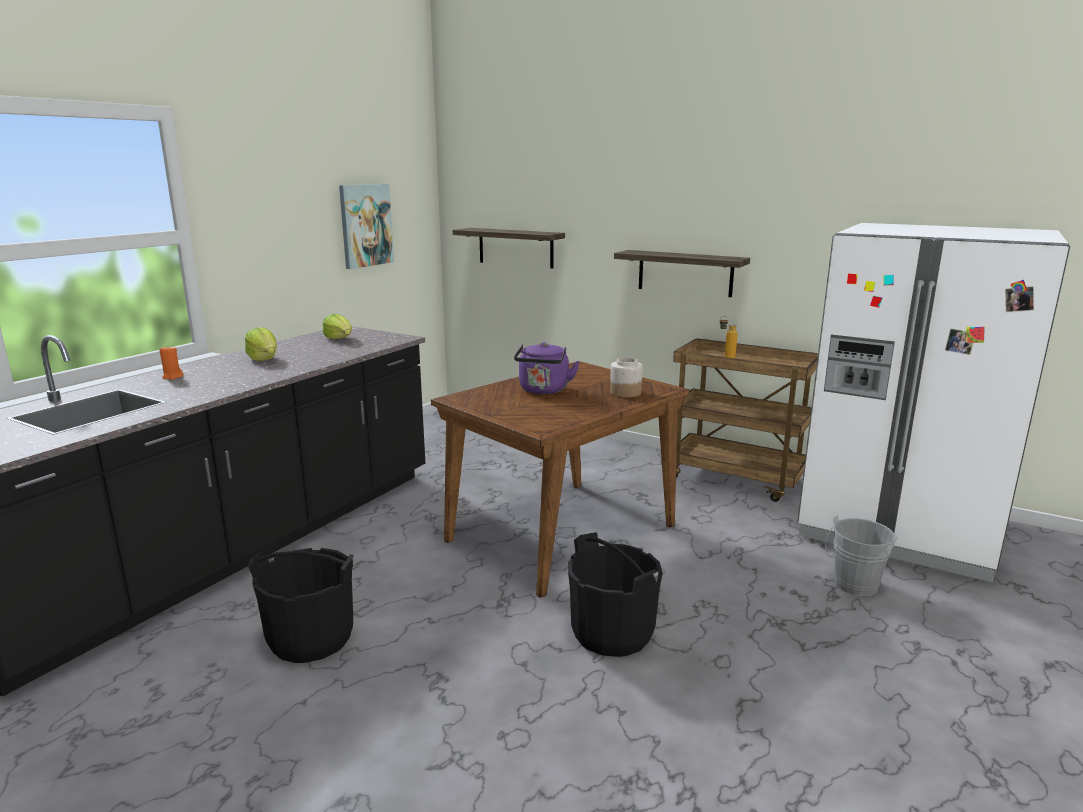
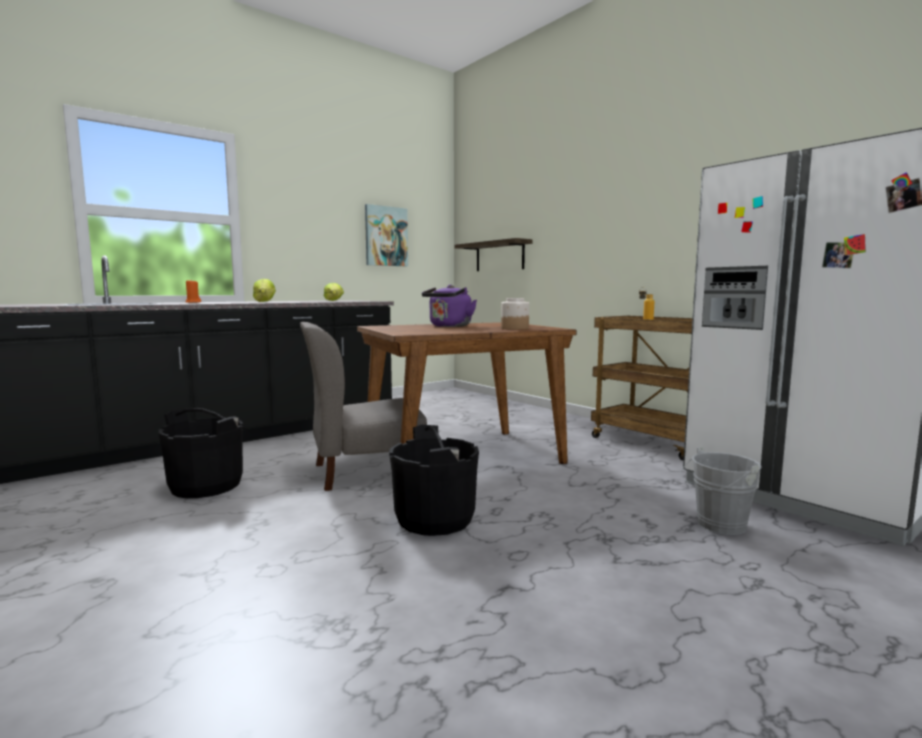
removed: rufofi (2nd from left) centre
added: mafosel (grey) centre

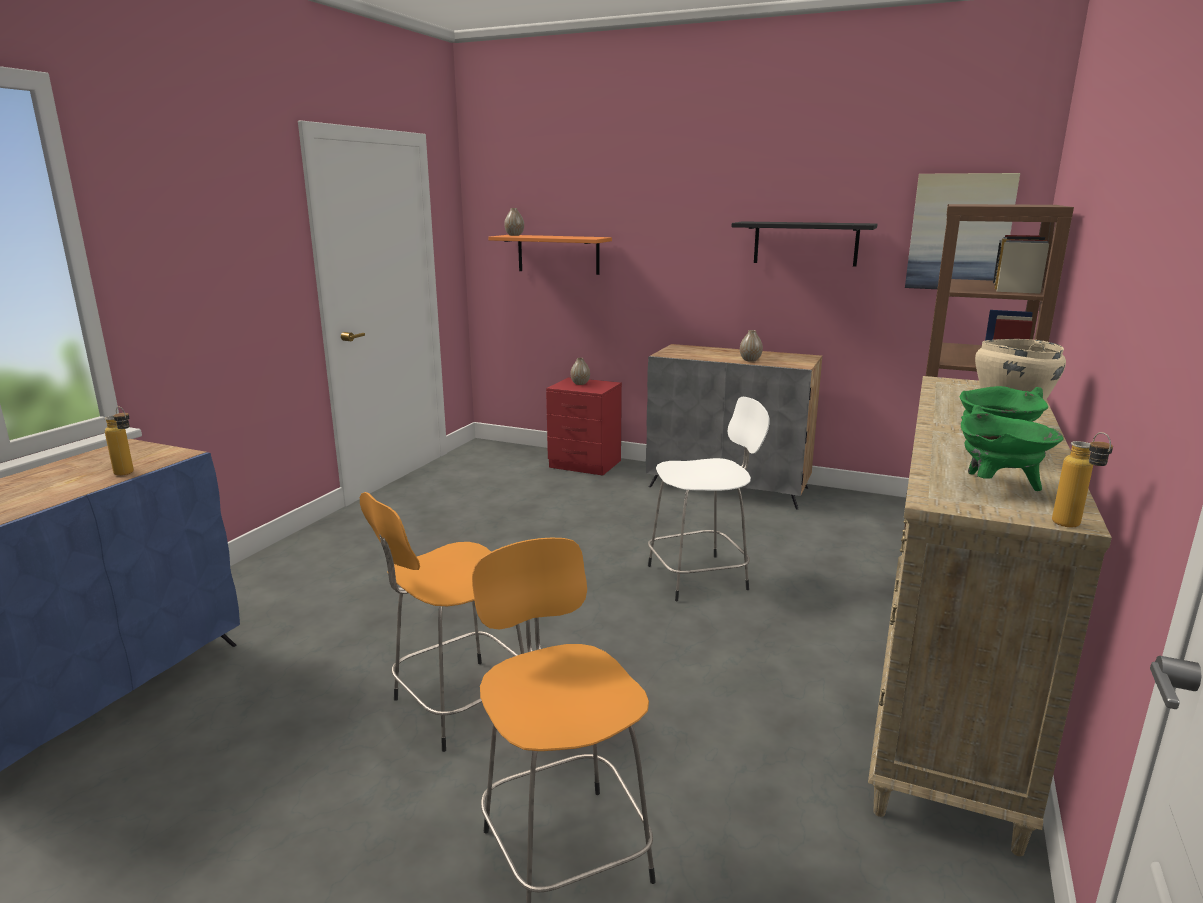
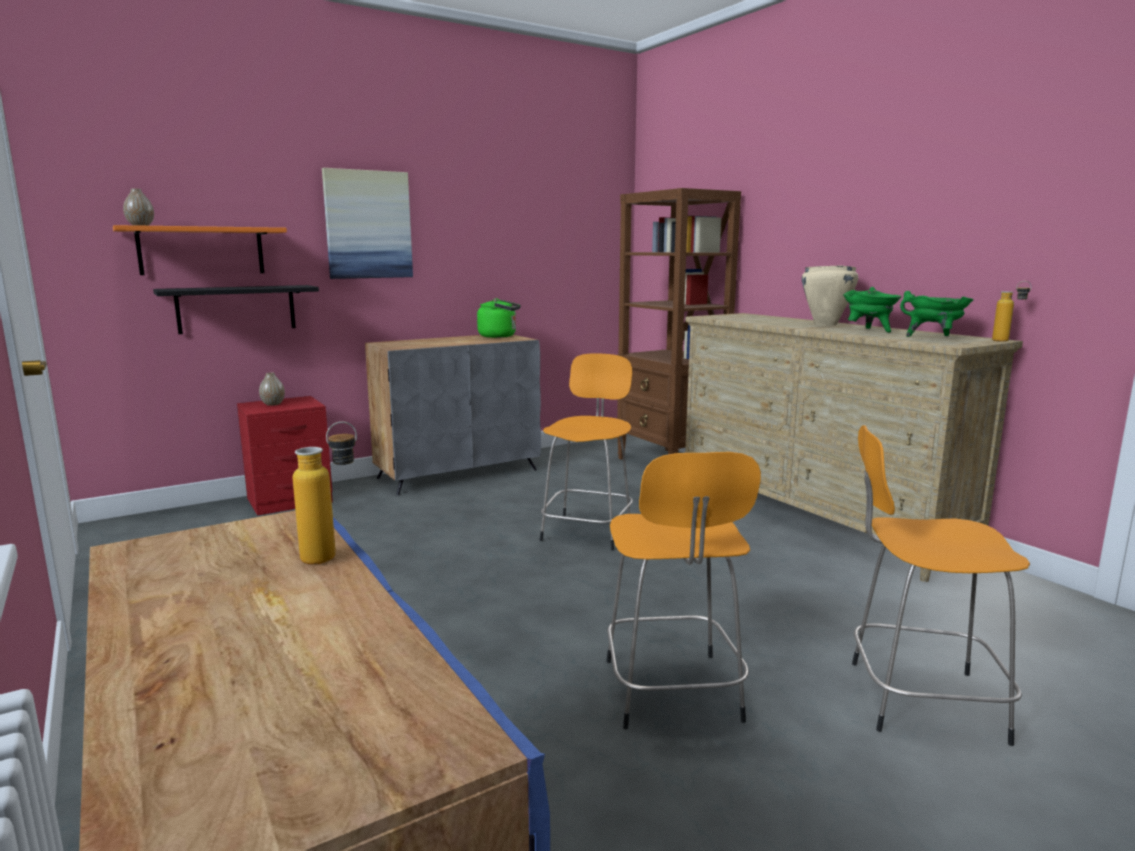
removed: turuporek (3rd from left) centre
added: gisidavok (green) centre
moved: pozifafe top right to top left; rufofi (black) top right to middle left
recoloured: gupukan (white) centre to gupukan (orange) (1st from left) centre

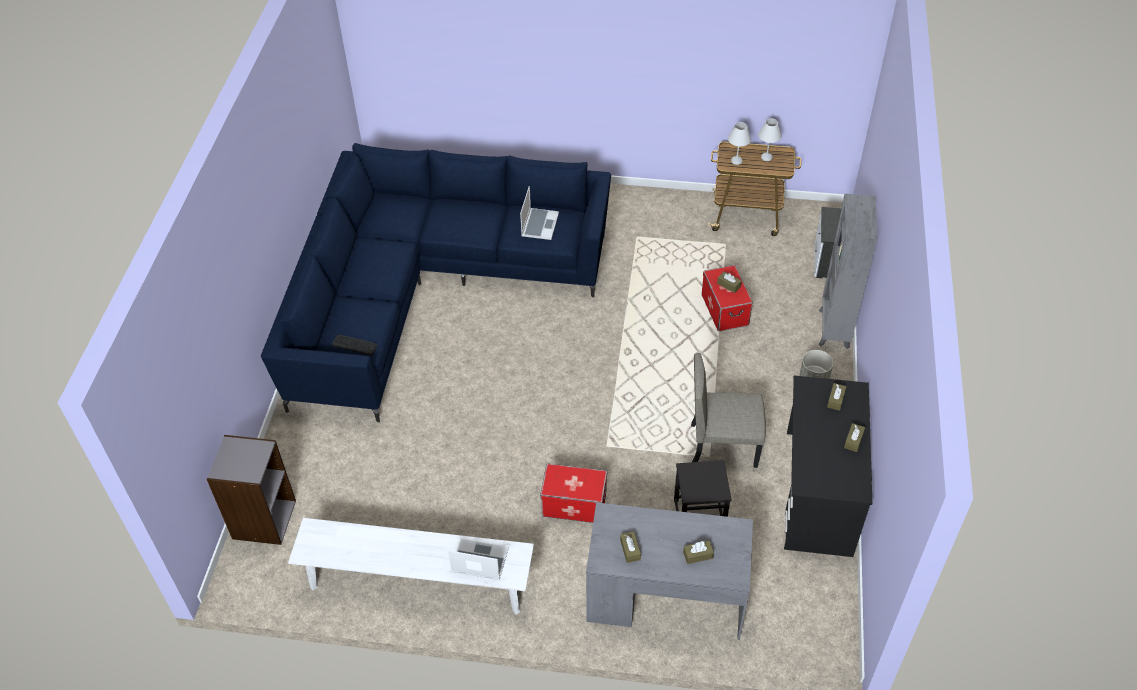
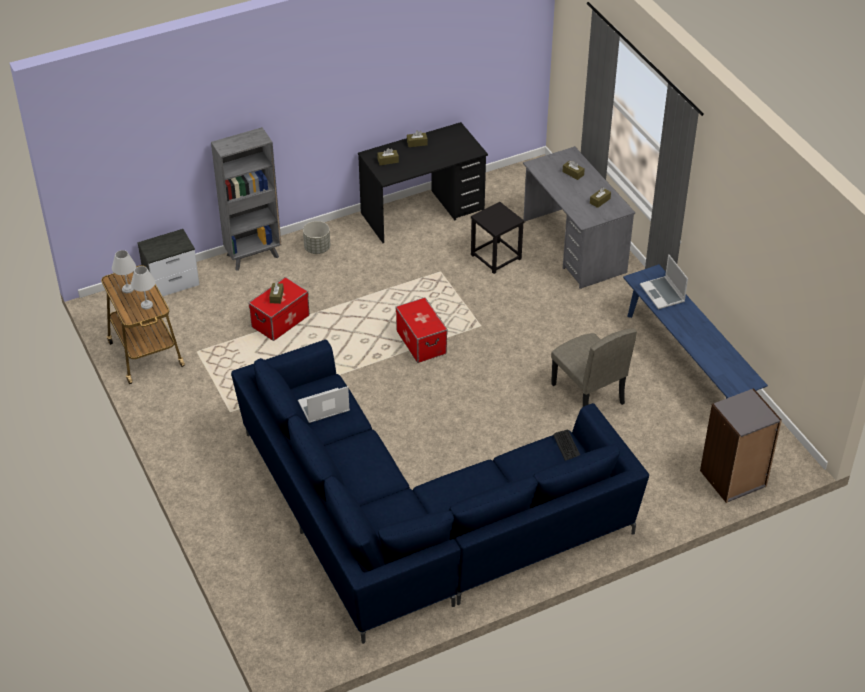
moved: mafosel (beige) centre to middle right; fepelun (1st from left in the first image) bottom centre to fepelun (2nd from left) centre
recoloured: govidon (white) bottom centre to govidon (blue) middle right

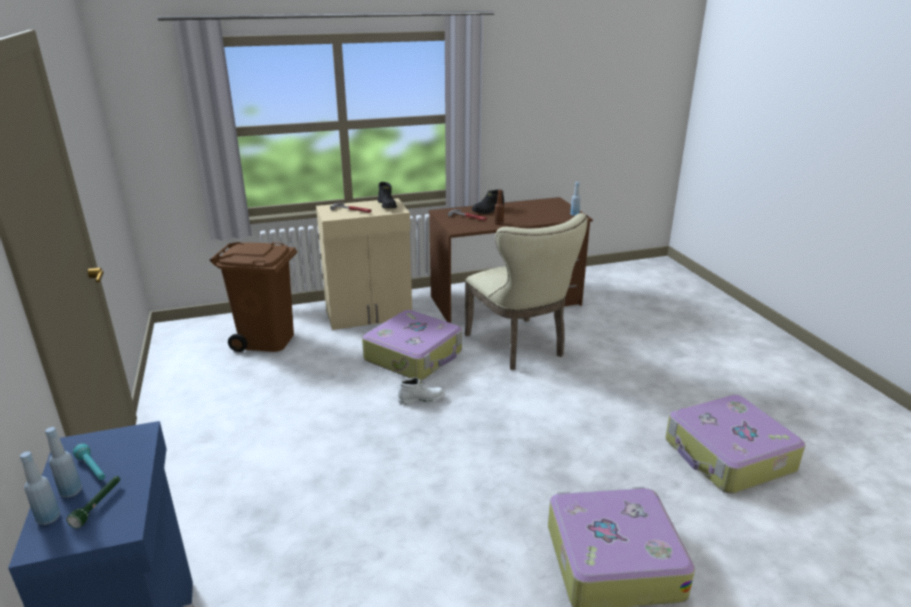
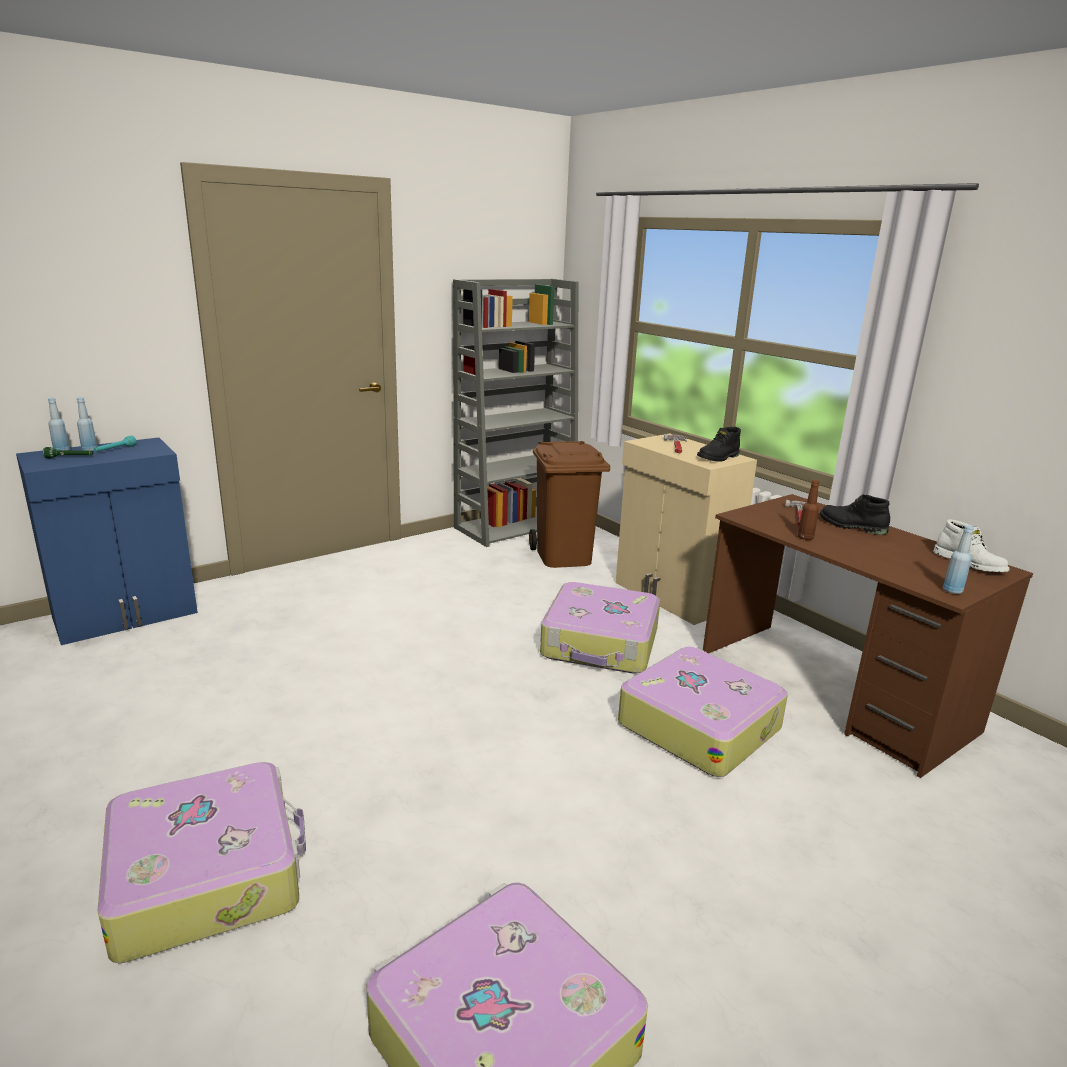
added: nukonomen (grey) centre
moved: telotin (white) centre to middle right
replaced: mafosel (beige) centre to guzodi (4th from left) bottom centre

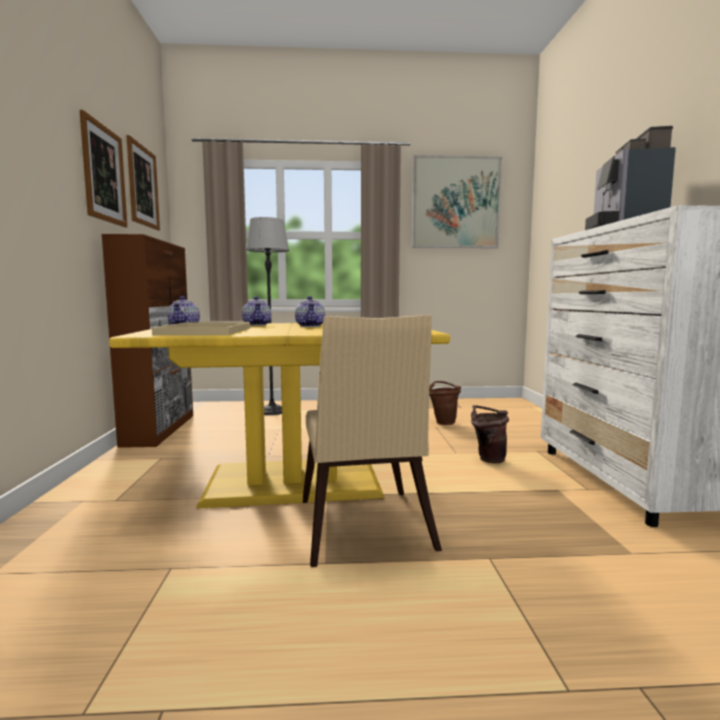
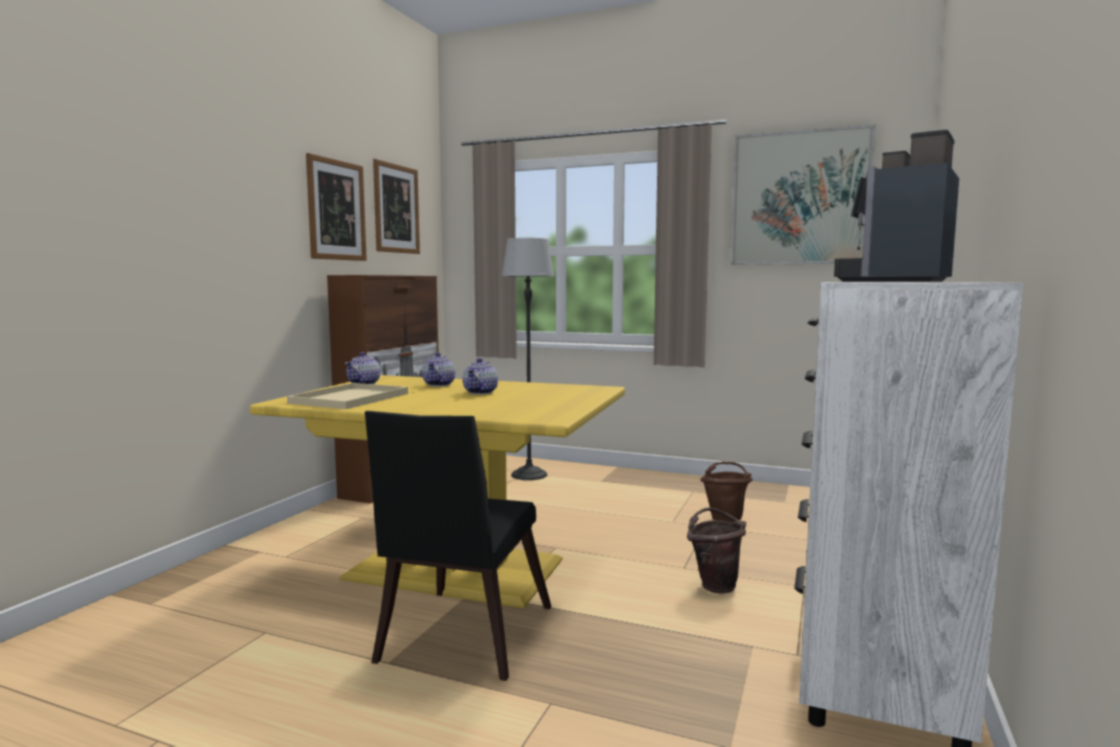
recoloured: mafosel (beige) centre to mafosel (black) bottom centre

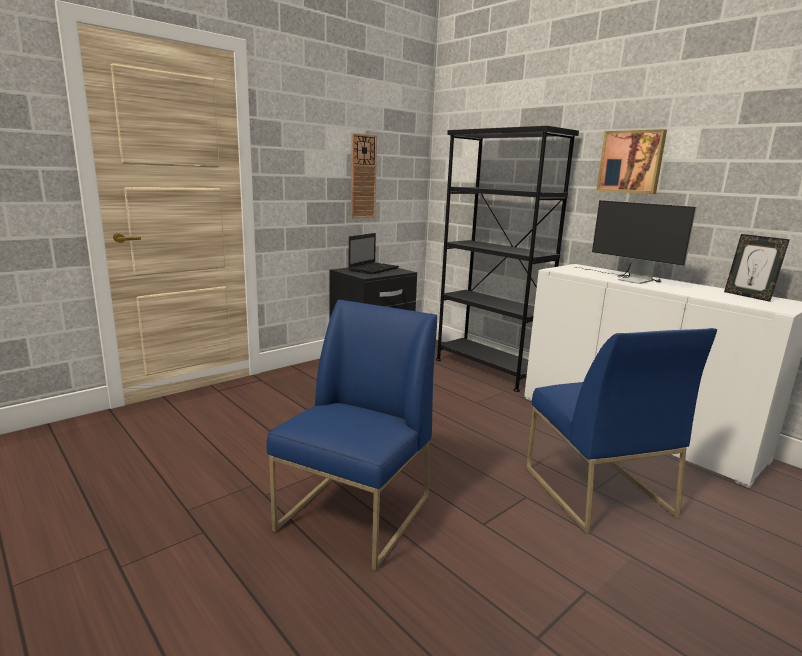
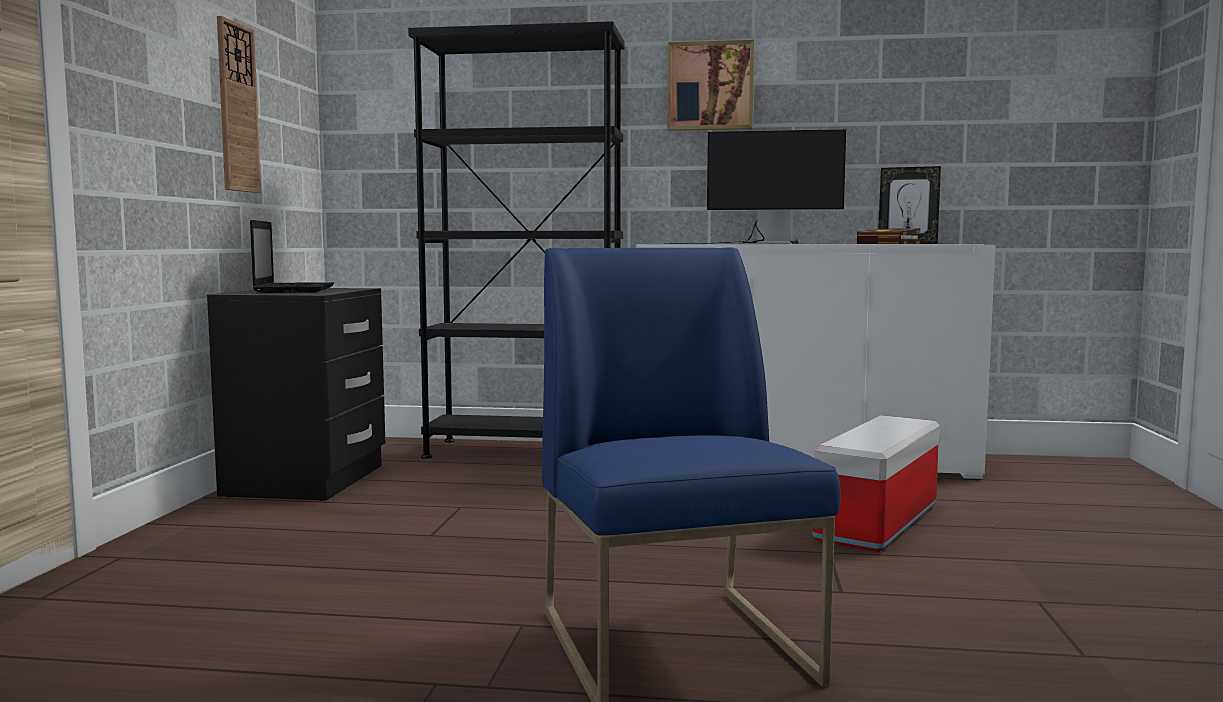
added: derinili middle right
replaced: mafosel (blue) (2nd from left) middle right to fepelun bottom right

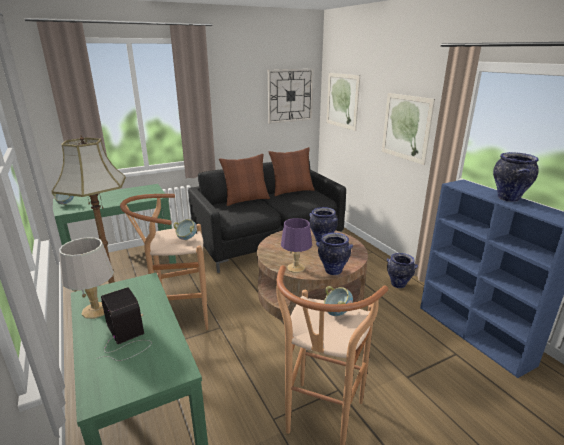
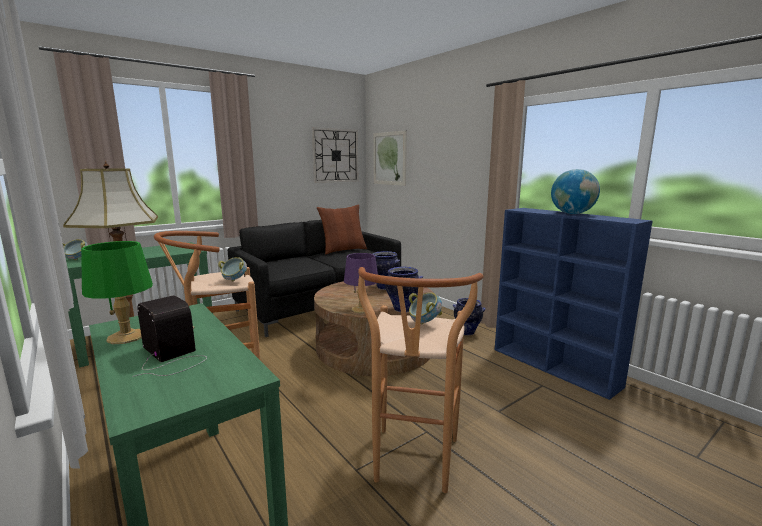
removed: pozifafe (2nd from left) top right; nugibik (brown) (1st from left) centre
replaced: turuporek (4th from left) middle right to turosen middle right
recoloured: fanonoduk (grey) middle left to fanonoduk (green) middle left

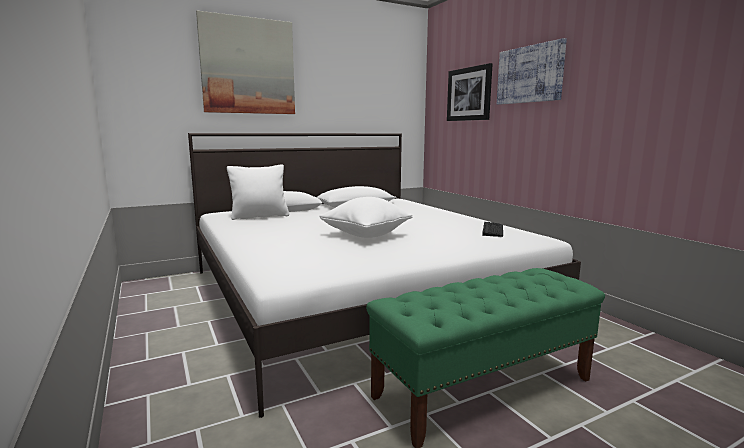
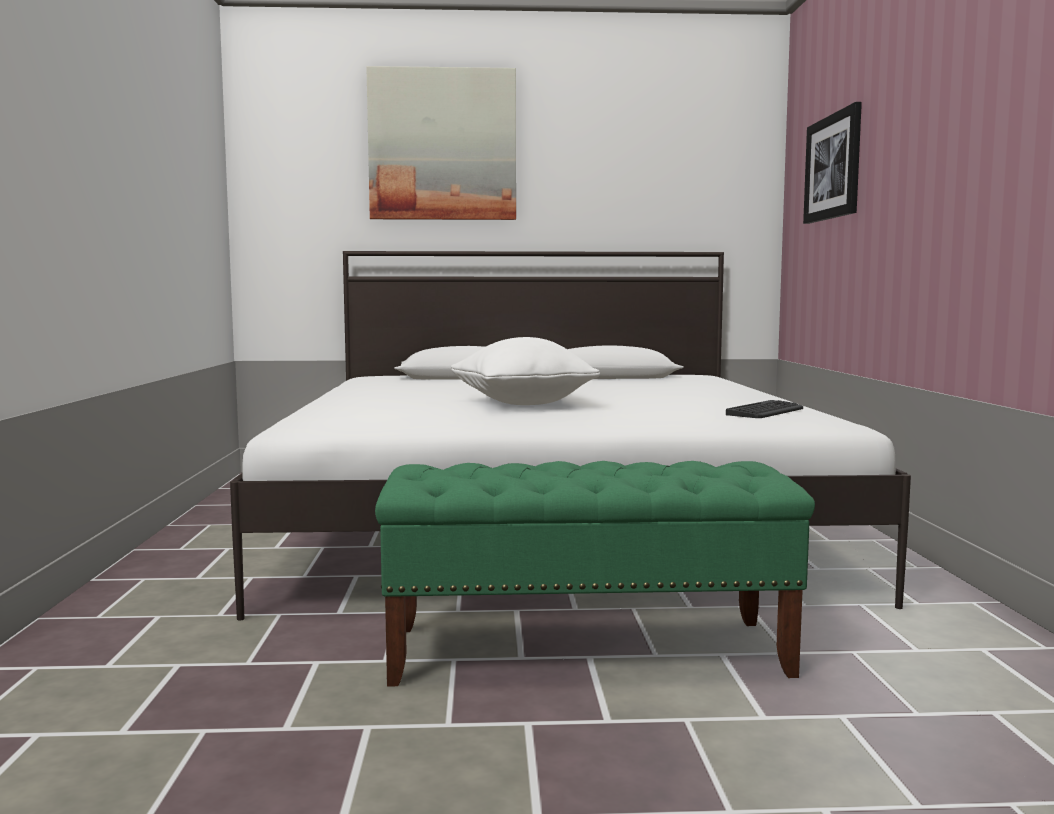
removed: pozifafe (3rd from left) top right; nugibik (white) (1st from left) centre

